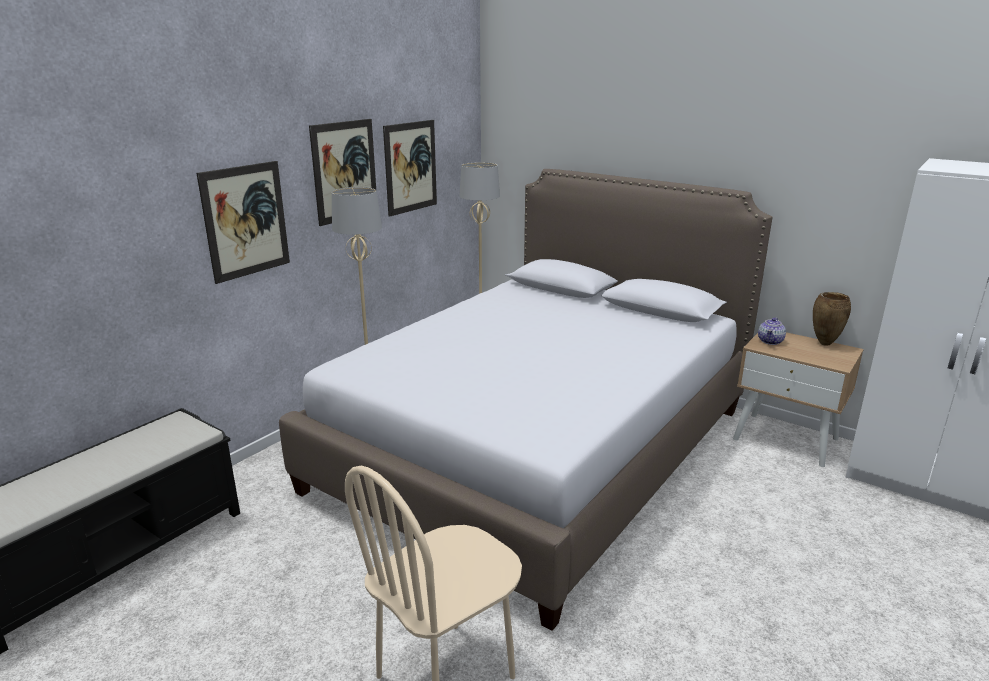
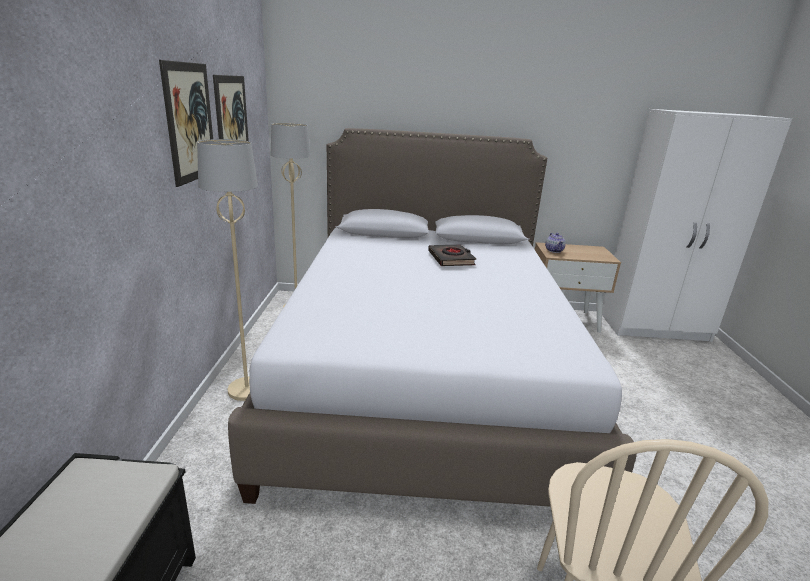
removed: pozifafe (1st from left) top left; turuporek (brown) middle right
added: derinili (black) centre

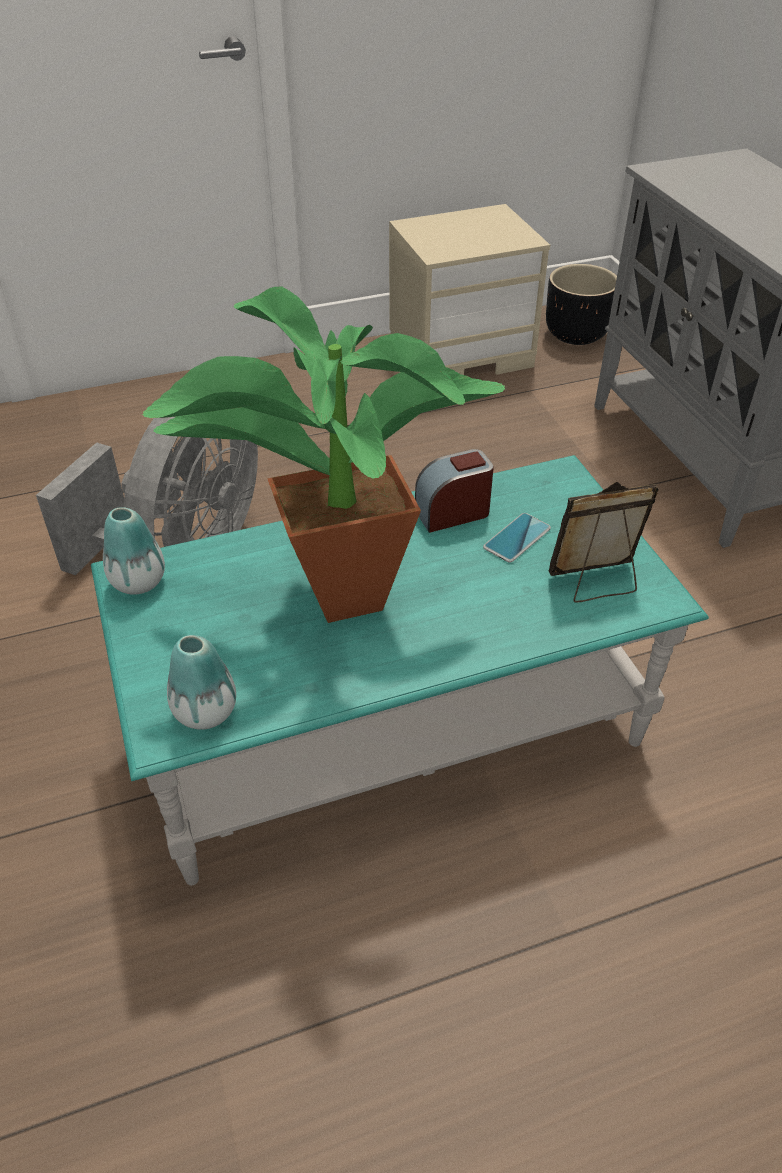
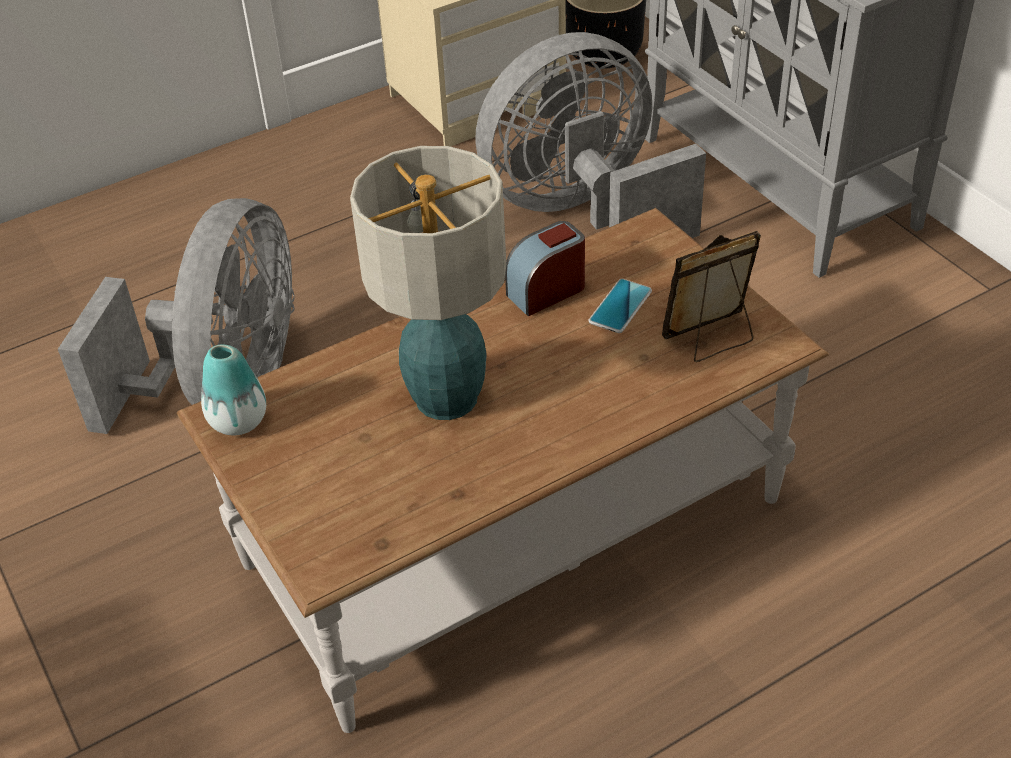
removed: turuporek (2nd from left) middle left
added: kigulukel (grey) (2nd from left) top centre
replaced: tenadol centre to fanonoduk centre
recoloured: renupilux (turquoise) centre to renupilux (brown) centre

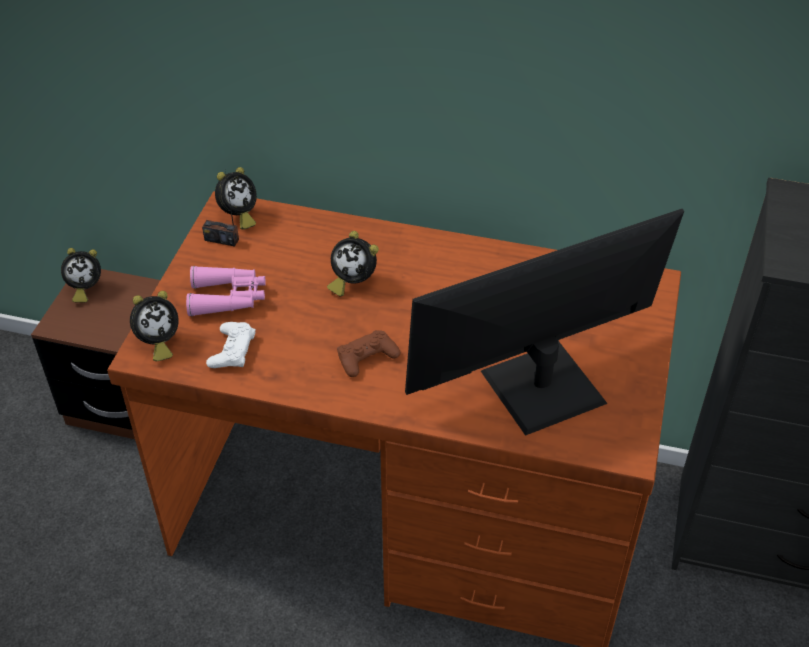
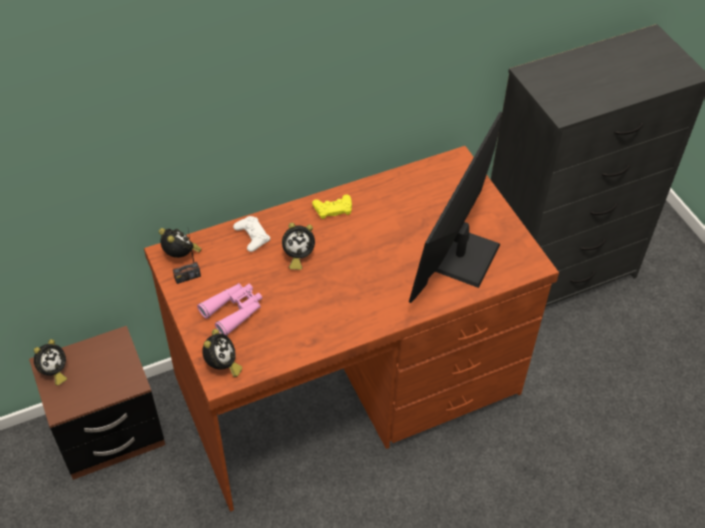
removed: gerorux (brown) centre
added: gerorux (yellow) centre
moved: gerorux (white) middle left to centre
turned: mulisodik (3rd from left in the first image) top left = middle left 45 degrees counterclockwise

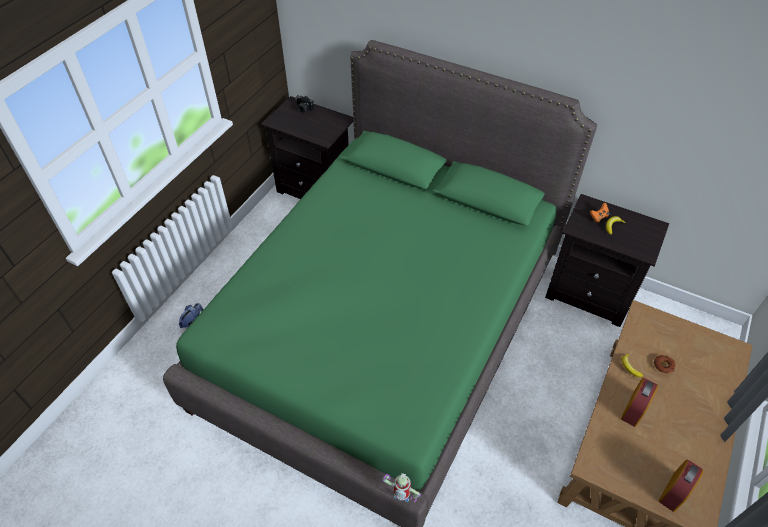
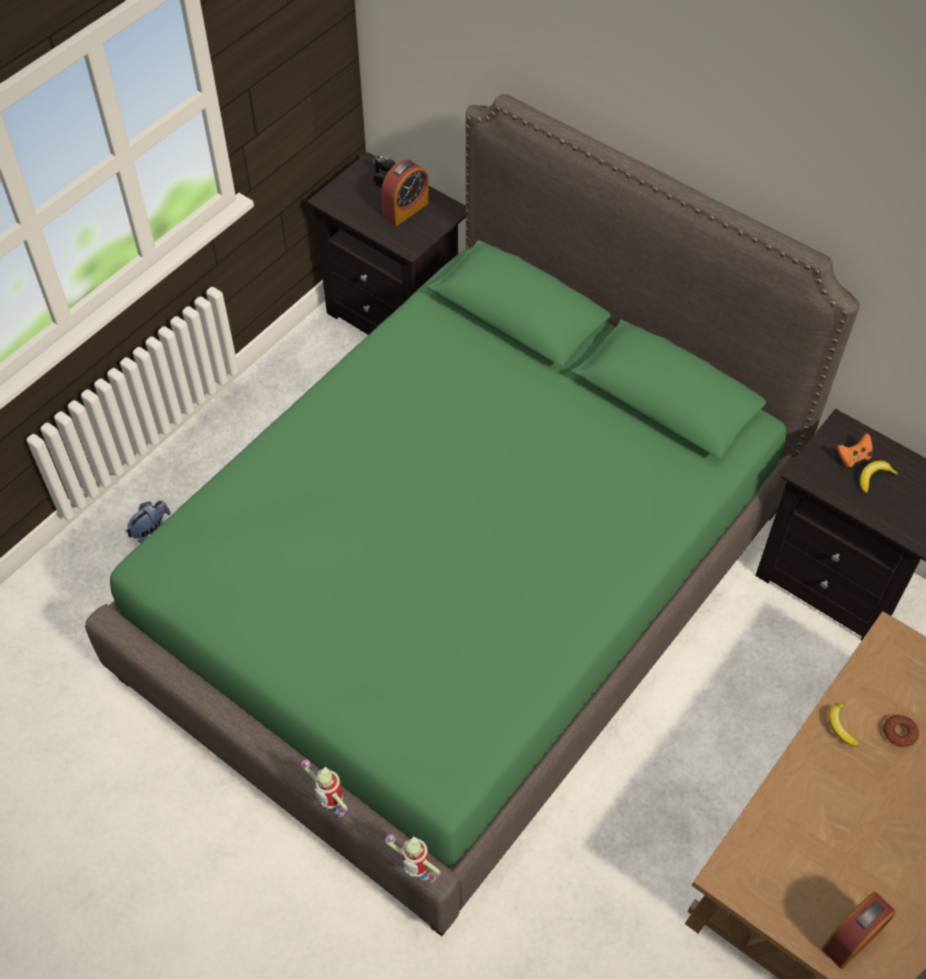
added: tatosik (1st from left) bottom centre
moved: mulisodik (1st from left) bottom right to top centre

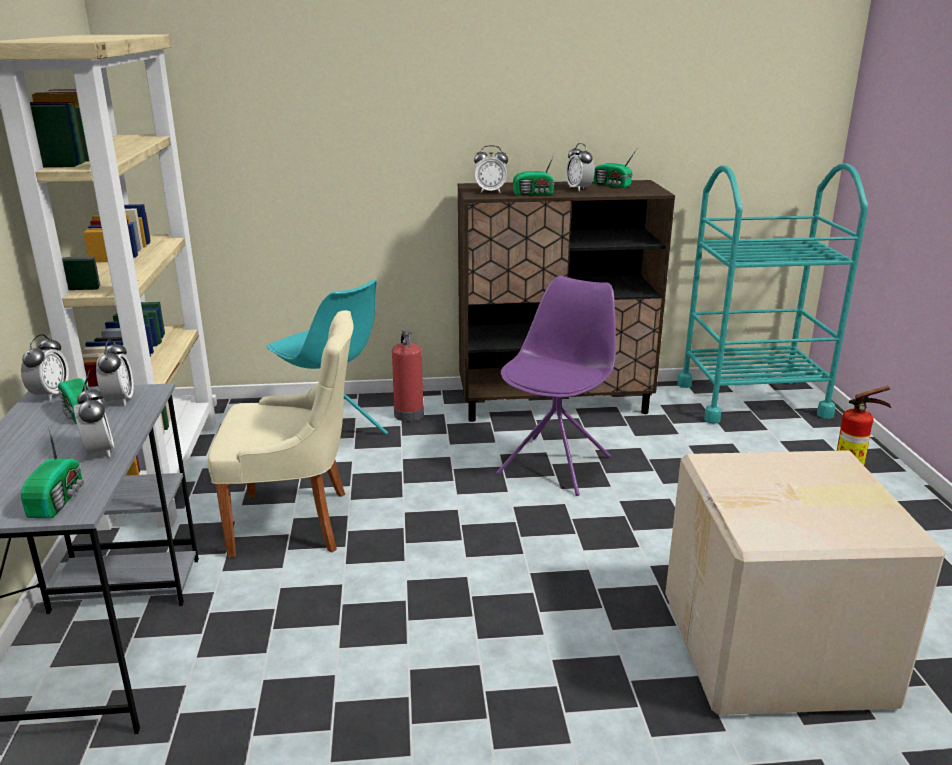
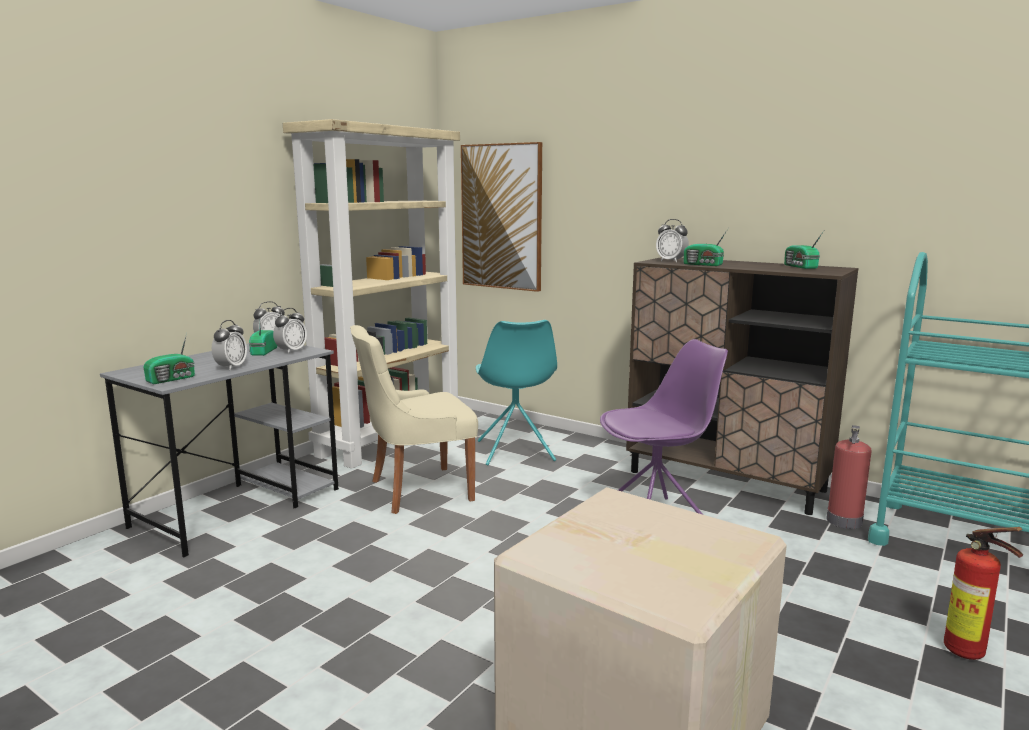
removed: mulisodik (5th from left) top centre
added: pozifafe top centre
moved: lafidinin (1st from left) centre to middle right
turned: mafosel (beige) middle left = centre 120 degrees clockwise

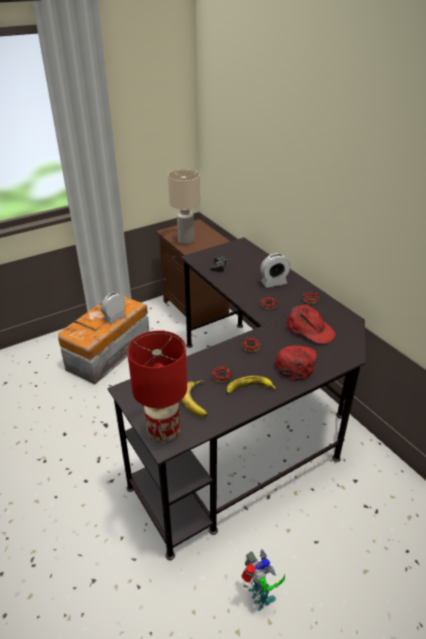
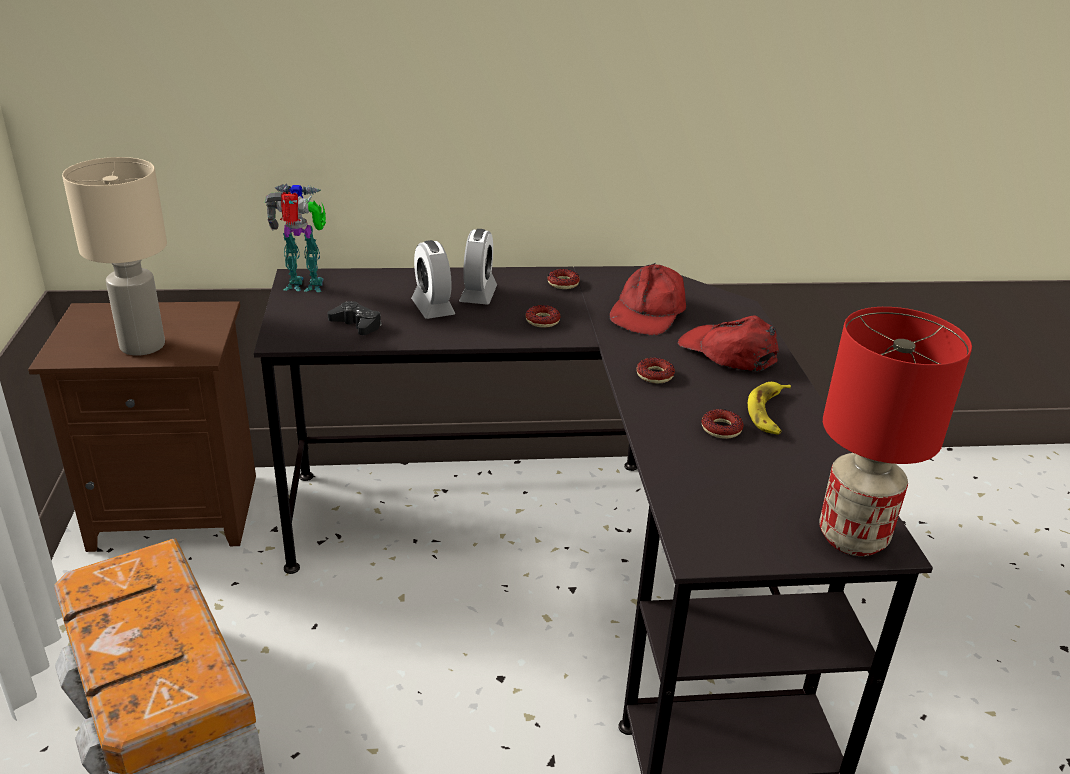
removed: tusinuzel (1st from left) centre
moved: mulisodik (1st from left) middle left to centre; tatosik bottom centre to top left
turned: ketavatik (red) (2nd from left in the first image) middle right = centre 135 degrees clockwise

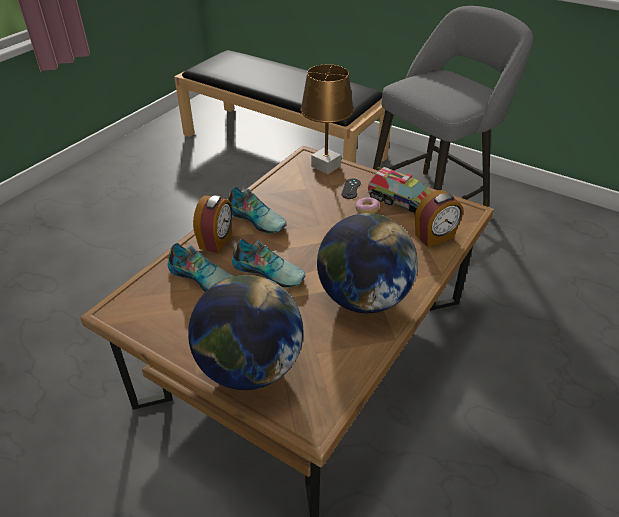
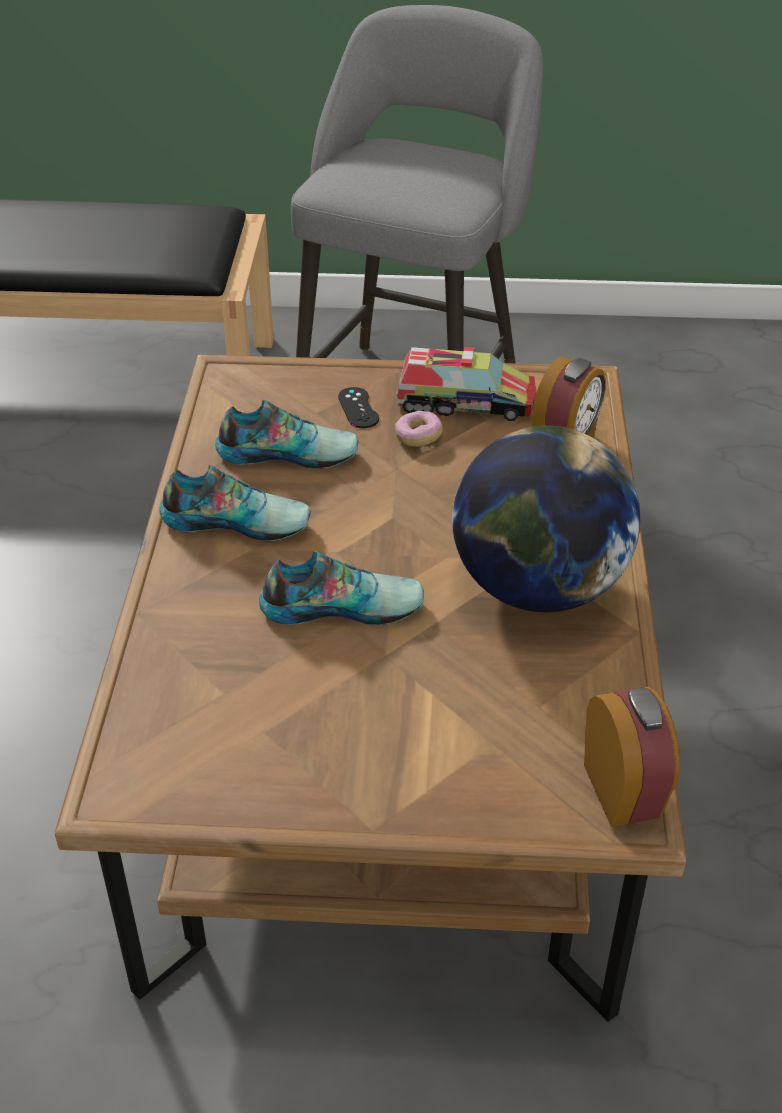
removed: fanonoduk (brown) top centre; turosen (1st from left) centre
moved: mulisodik (1st from left in the first image) centre to mulisodik (2nd from left) bottom right; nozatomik (1st from left in the first image) middle left to nozatomik (2nd from left) centre

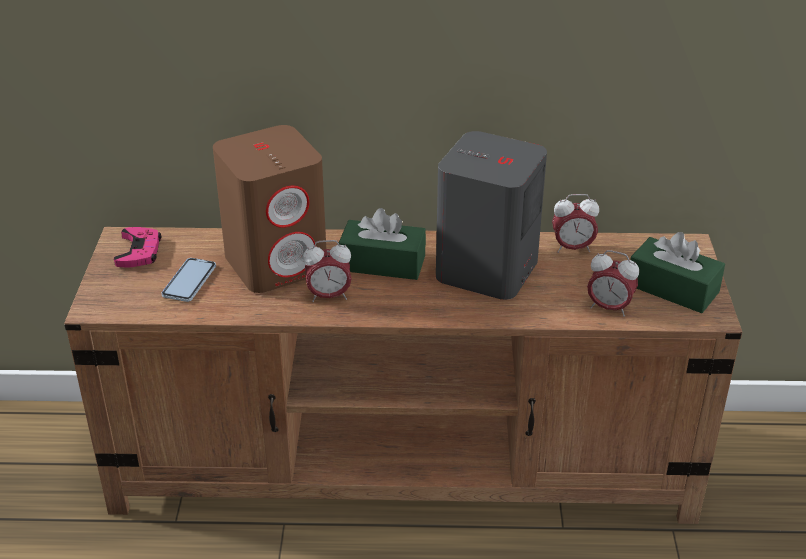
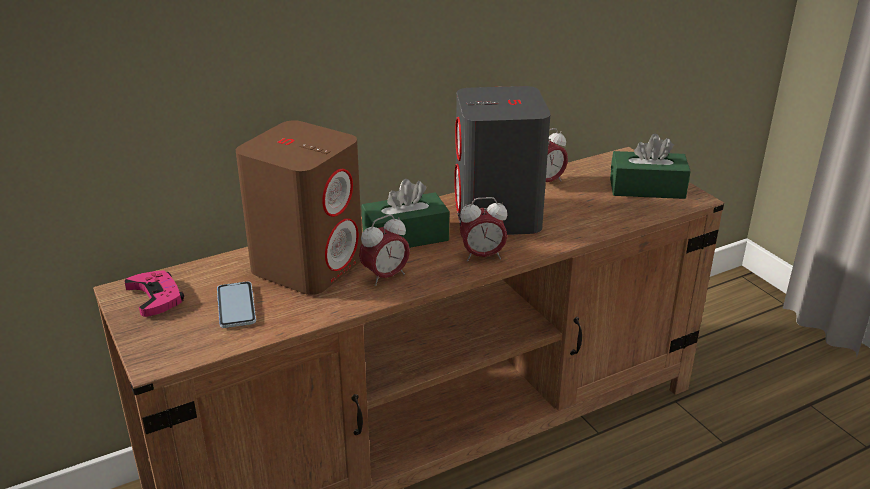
moved: mulisodik (3rd from left in the first image) middle right to mulisodik (2nd from left) centre

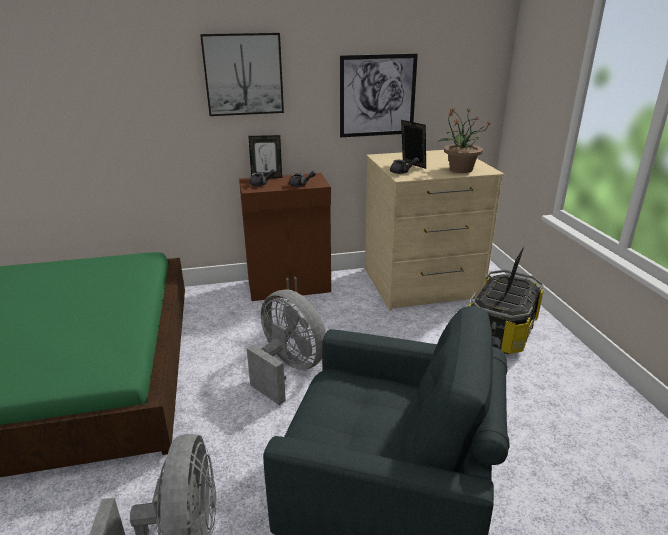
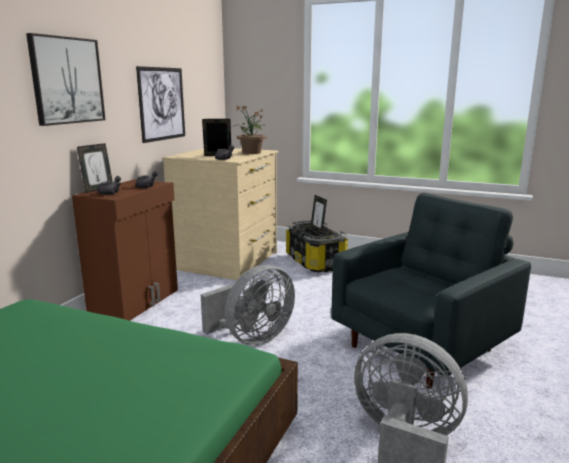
turned: kigulukel (grey) (2nd from left in the first image) centre = centre 150 degrees clockwise

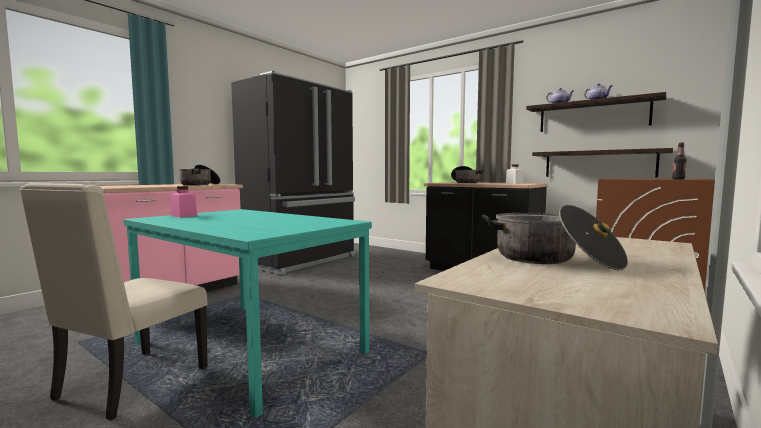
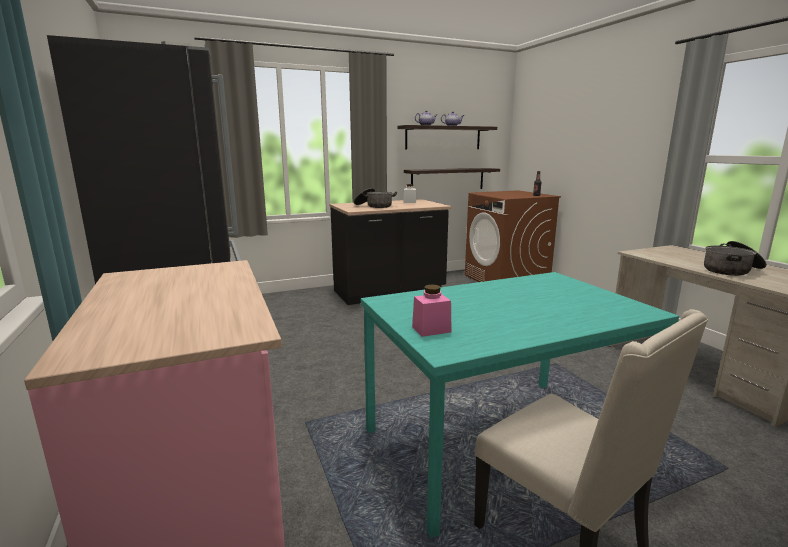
removed: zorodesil (1st from left) middle left

